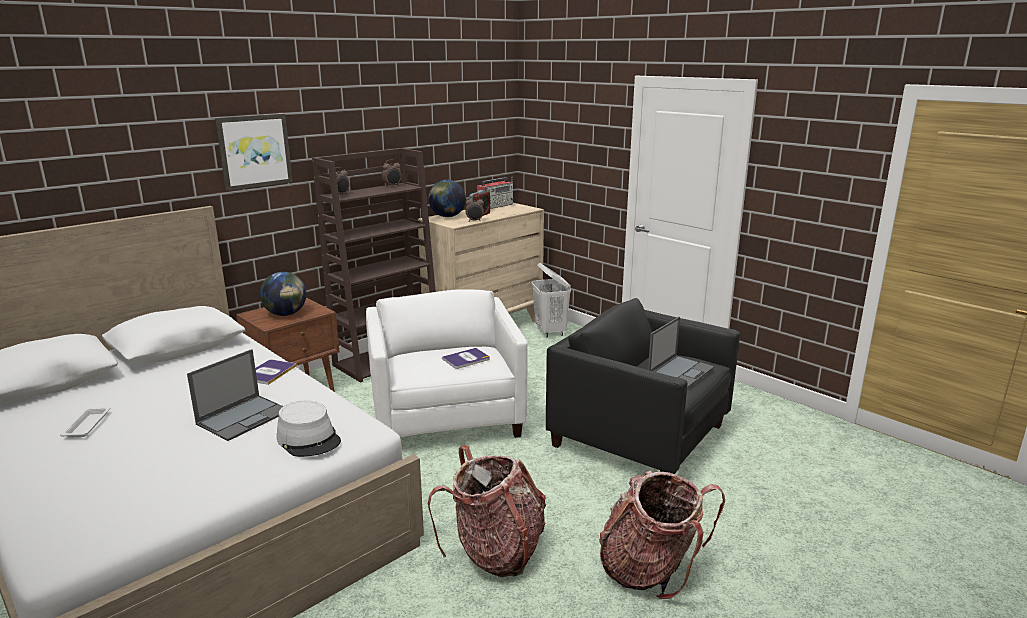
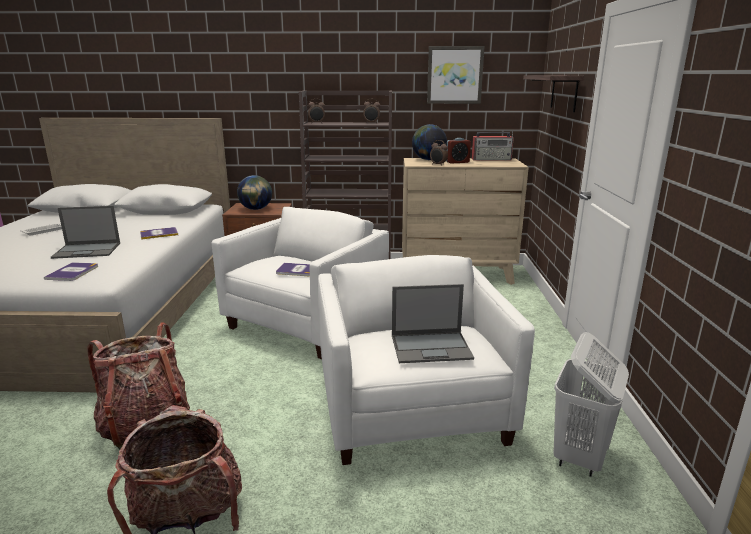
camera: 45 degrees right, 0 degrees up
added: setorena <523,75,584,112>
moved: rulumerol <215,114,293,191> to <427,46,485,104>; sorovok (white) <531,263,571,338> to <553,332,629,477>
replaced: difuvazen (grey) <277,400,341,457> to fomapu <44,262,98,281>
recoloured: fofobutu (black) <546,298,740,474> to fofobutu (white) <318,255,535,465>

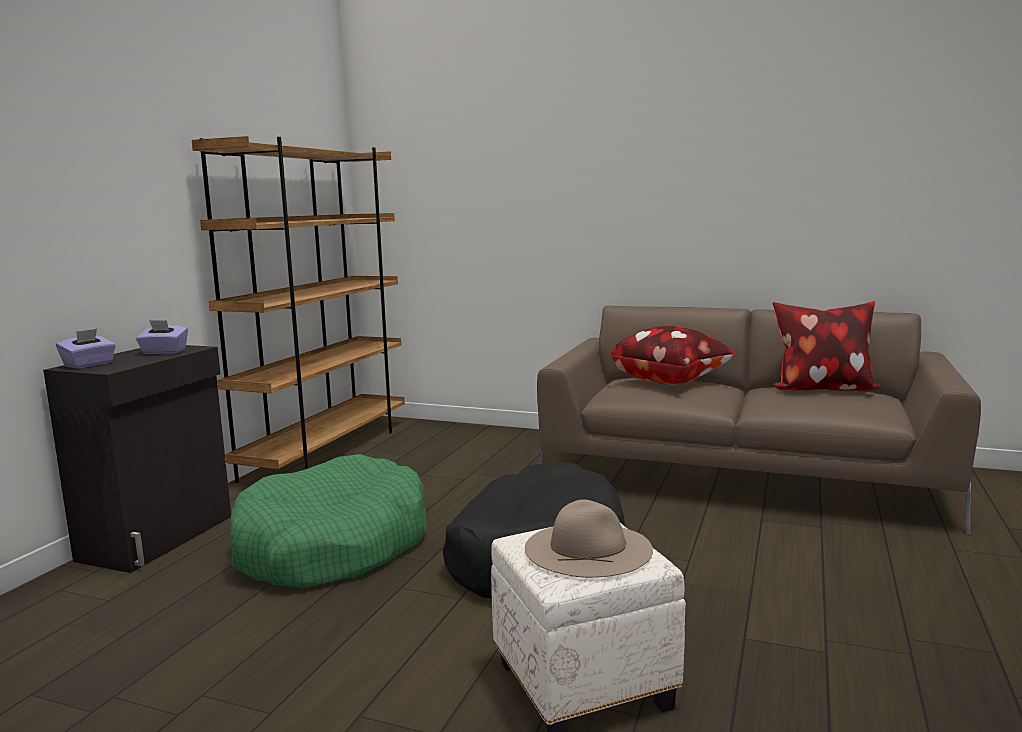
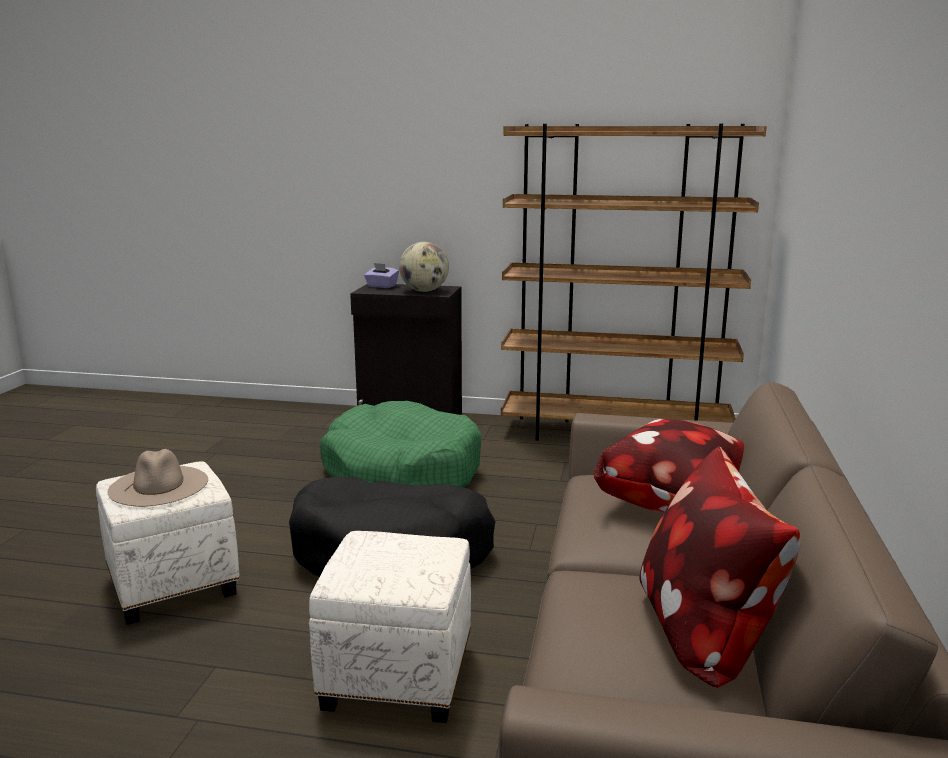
camera: 80 degrees right, 5 degrees up
added: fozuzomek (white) <309,531,471,723>
replaced: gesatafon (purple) <136,320,188,354> to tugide <399,242,449,292>

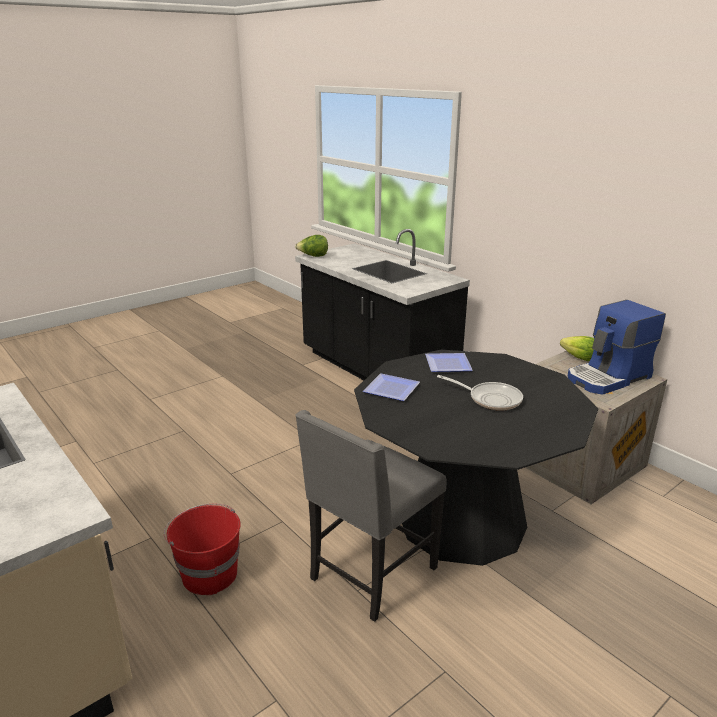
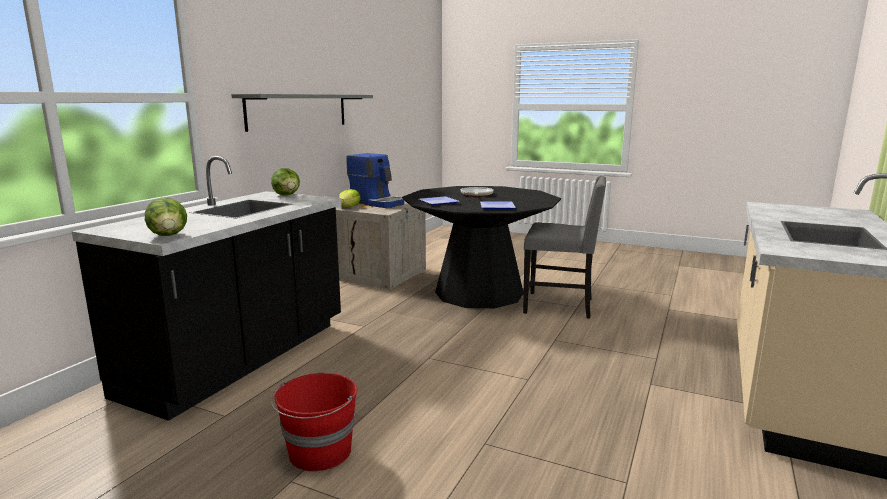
camera: 115 degrees left, 10 degrees down
added: setorena (grey) <231,94,373,132>; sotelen <271,168,300,196>
moved: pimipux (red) <164,504,241,595> to <271,373,357,471>

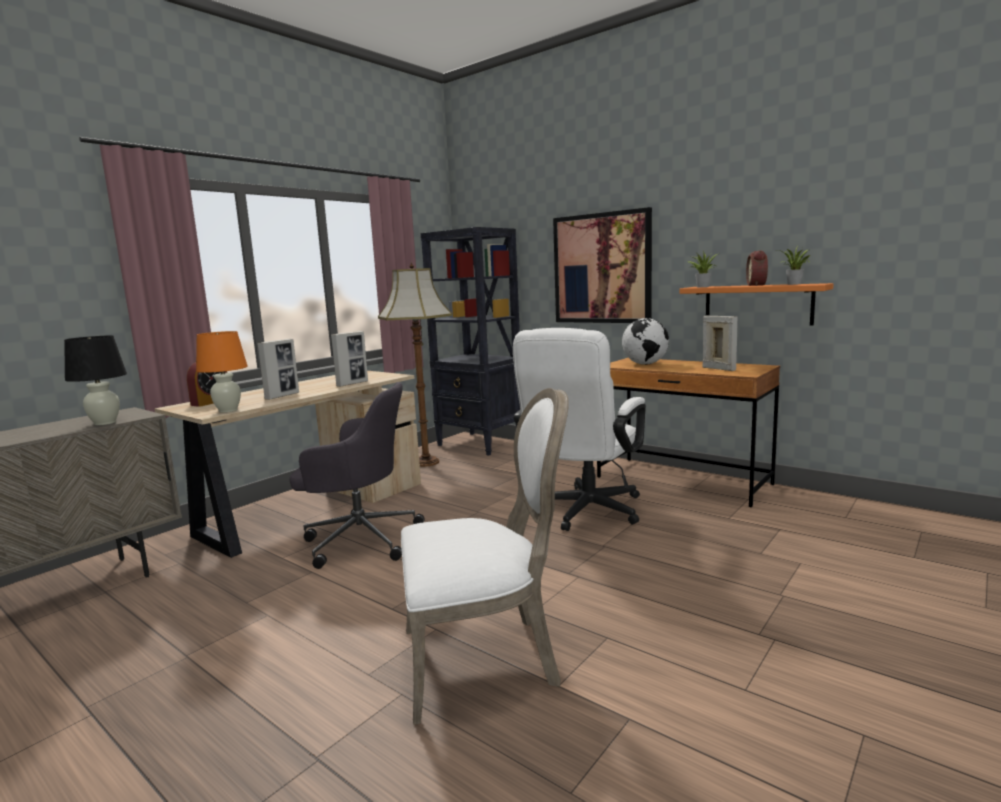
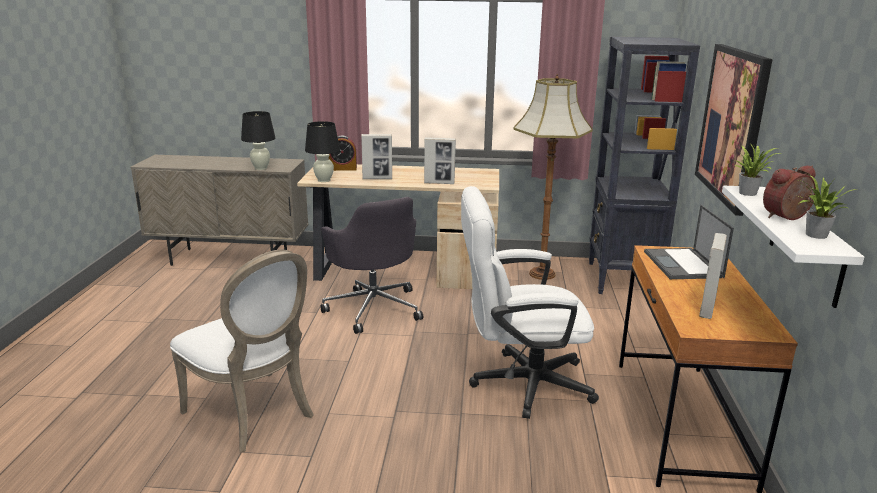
camera: 55 degrees right, 10 degrees up
replaced: tugide <622,318,669,365> to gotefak <644,205,734,279>
recoloured: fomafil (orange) <196,331,248,413> to fomafil (black) <305,121,340,182>; setorena (orange) <679,283,834,326> to setorena (white) <722,186,864,308>

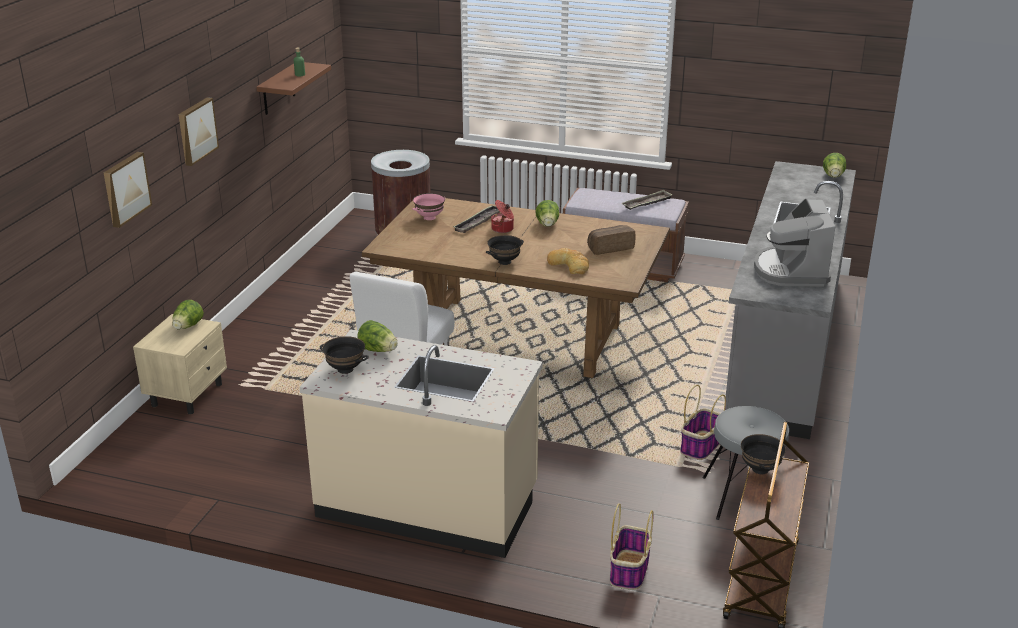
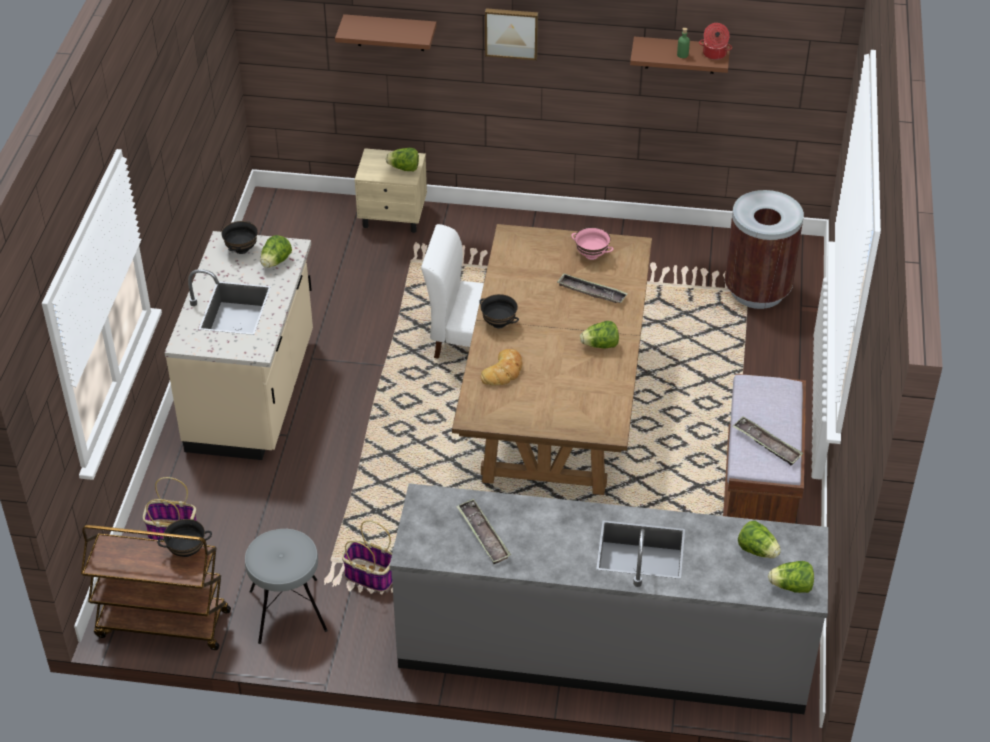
camera: 80 degrees right, 15 degrees up
removed: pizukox <587,225,635,255>
added: sotelen <738,521,781,558>
moved: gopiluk <491,200,514,233> to <699,23,732,60>
replaced: rulumerol <103,152,152,228> to setorena (brown) <335,14,437,51>; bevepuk <754,198,835,287> to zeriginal <456,499,511,564>

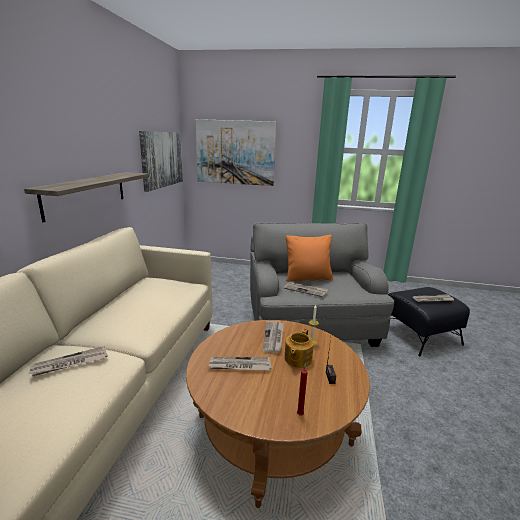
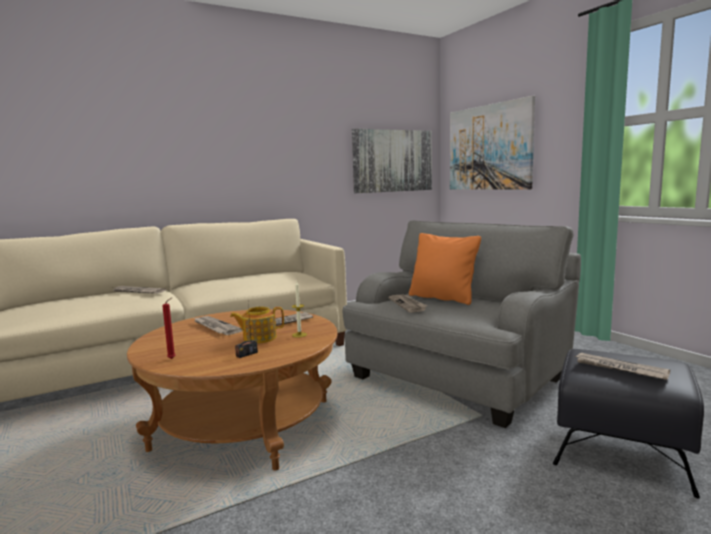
camera: 50 degrees right, 10 degrees down
removed: setorena <24,172,149,222>

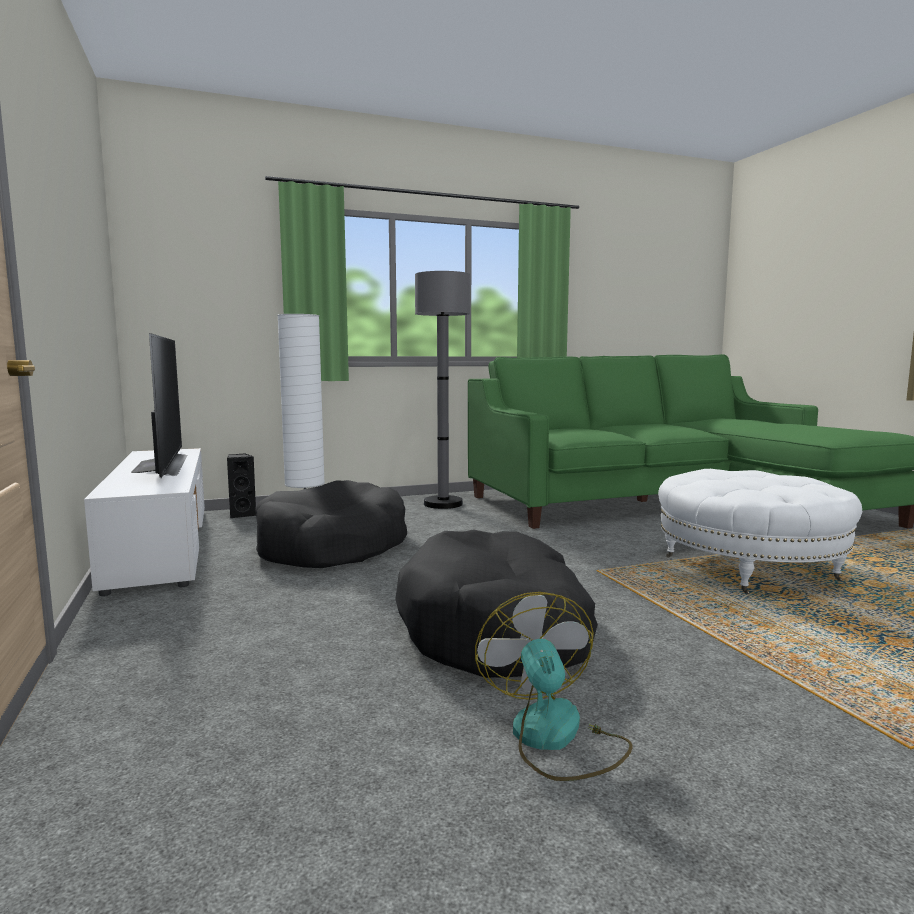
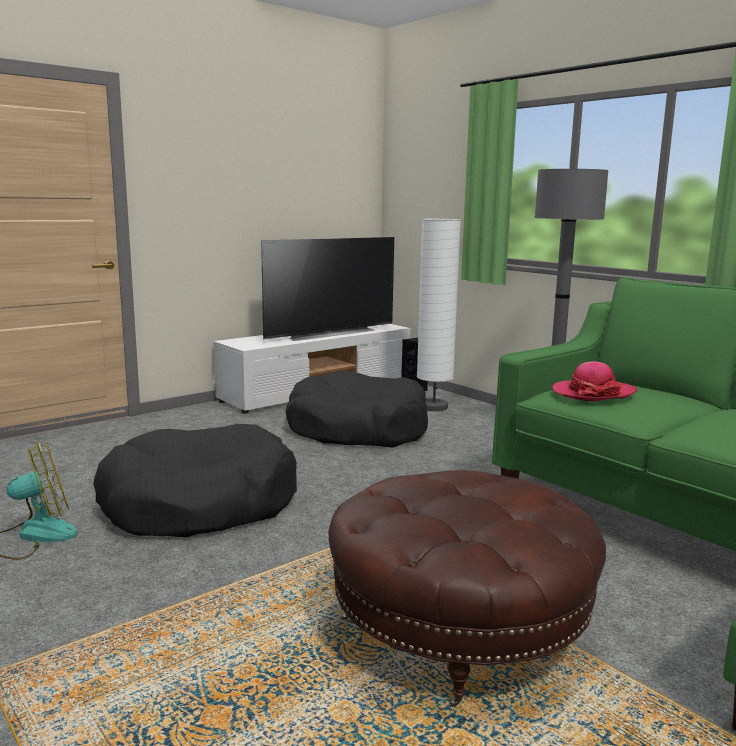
camera: 70 degrees right, 5 degrees up
added: difuvazen <552,361,637,401>
recoloured: fozuzomek (white) <658,469,862,594> to fozuzomek (brown) <328,470,606,708>

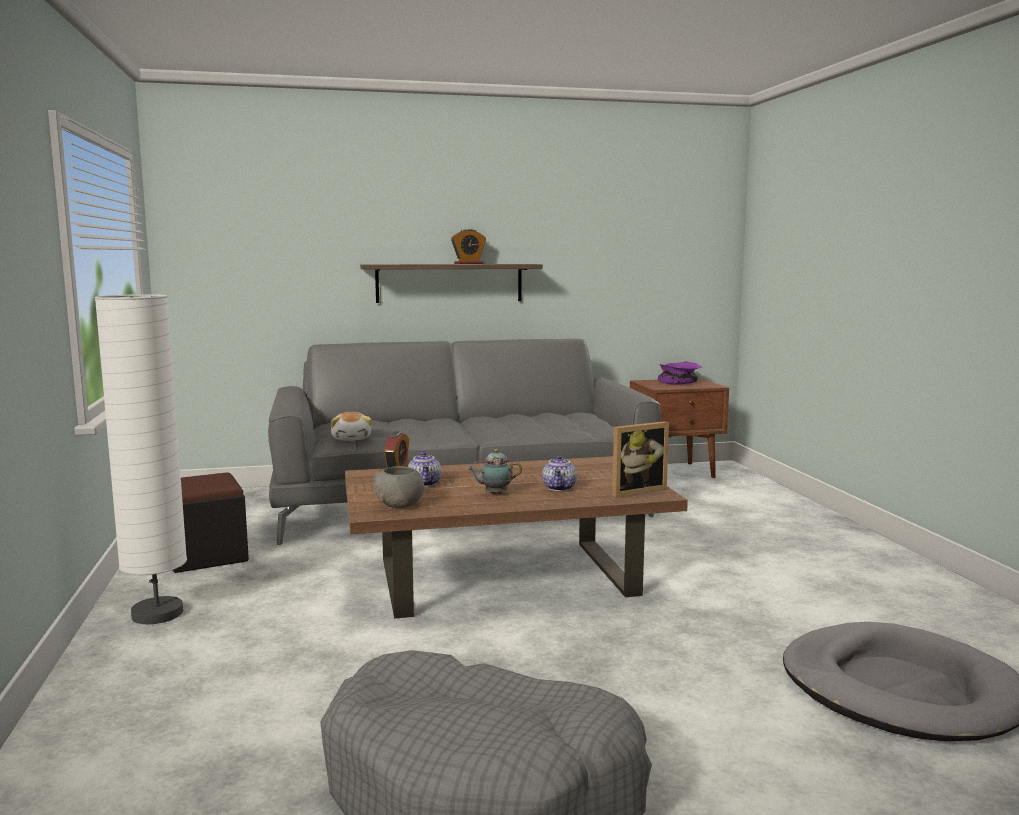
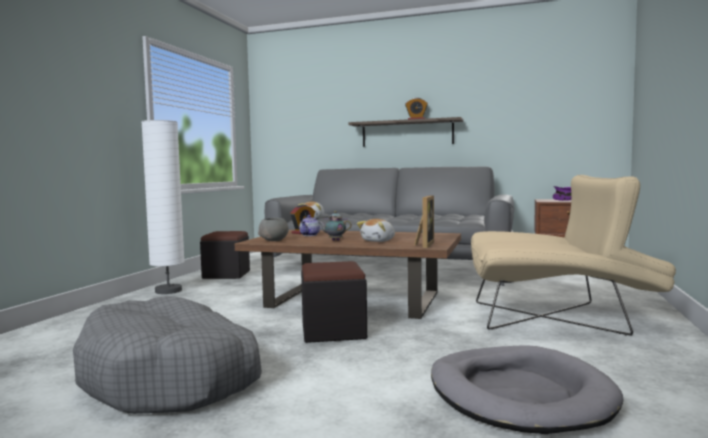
camera: 30 degrees right, 5 degrees down
added: fozuzomek (black) <301,261,367,343>; fofobutu (beige) <471,175,676,336>
replaced: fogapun <542,455,577,491> to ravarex <357,219,395,242>
turned: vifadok <612,421,669,497> = <414,195,434,248> 75 degrees counterclockwise

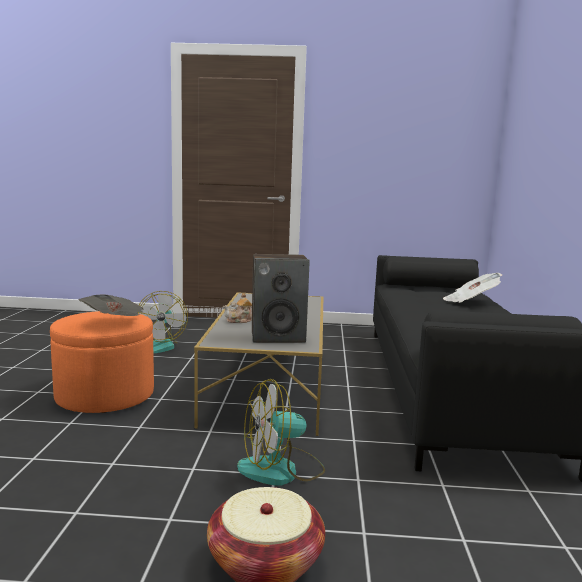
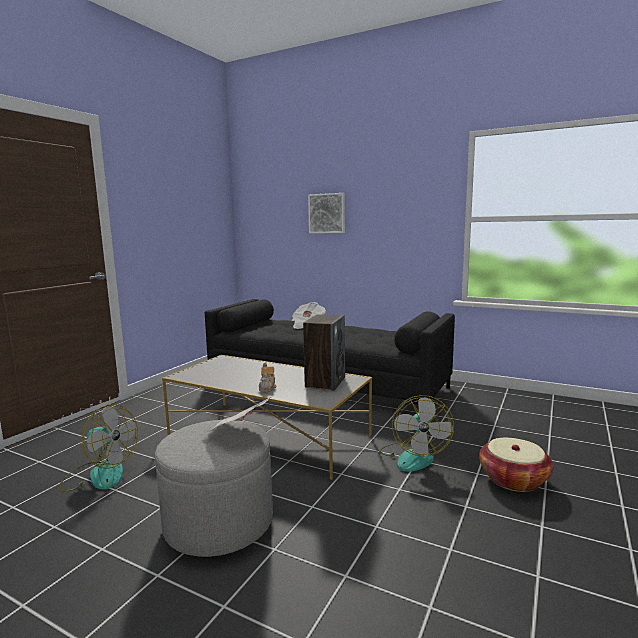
camera: 65 degrees left, 0 degrees up
added: rulumerol <308,193,345,233>
recoloured: fozuzomek (orange) <50,311,154,413> to fozuzomek (grey) <155,420,273,557>

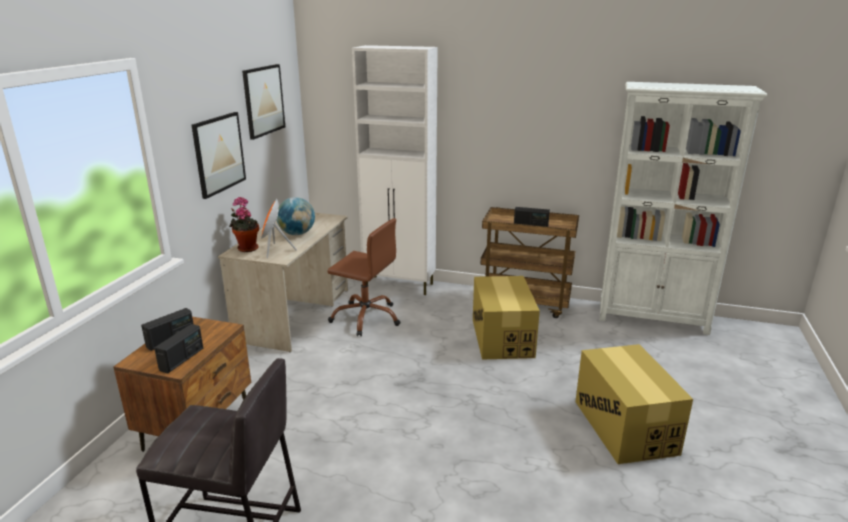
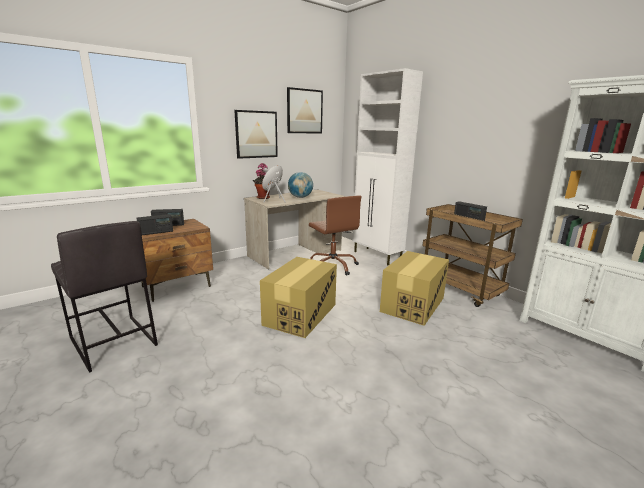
camera: 35 degrees right, 5 degrees down
moved: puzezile <575,344,693,464> to <260,257,337,338>

